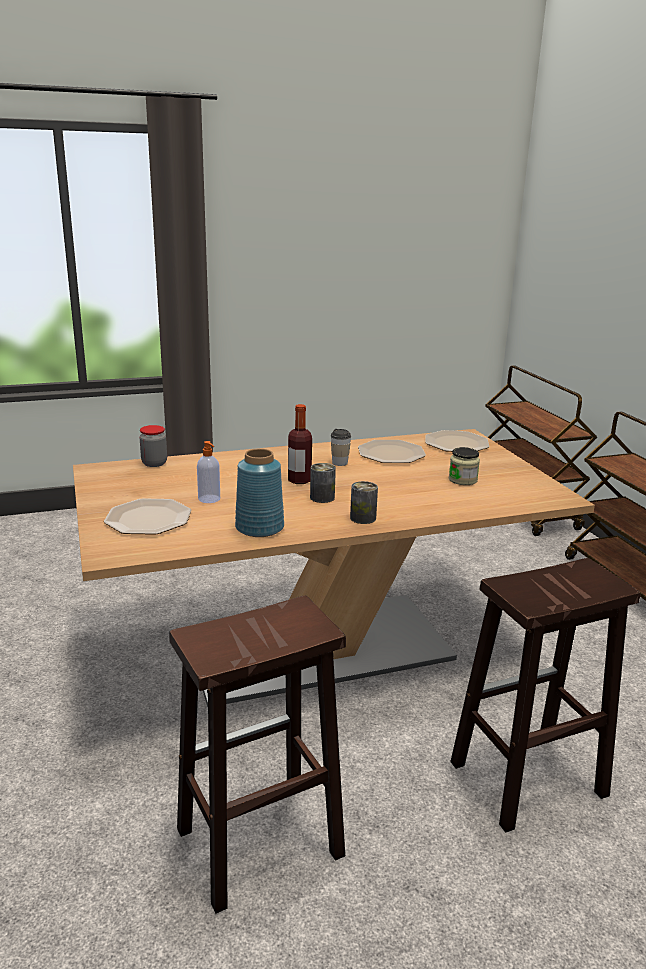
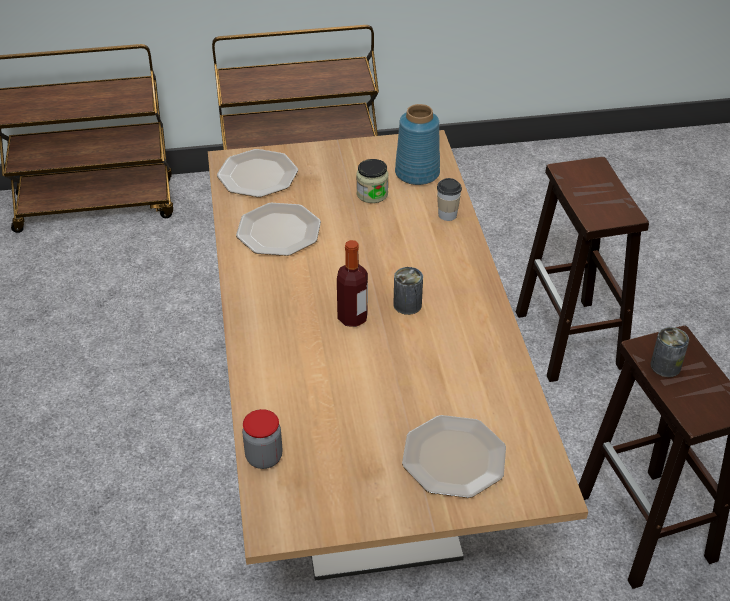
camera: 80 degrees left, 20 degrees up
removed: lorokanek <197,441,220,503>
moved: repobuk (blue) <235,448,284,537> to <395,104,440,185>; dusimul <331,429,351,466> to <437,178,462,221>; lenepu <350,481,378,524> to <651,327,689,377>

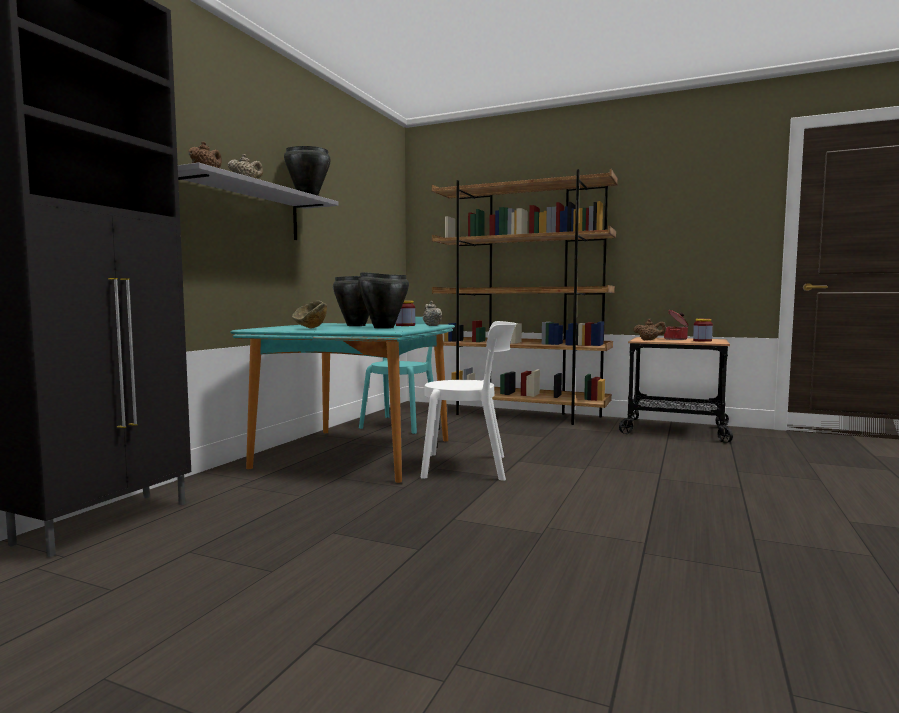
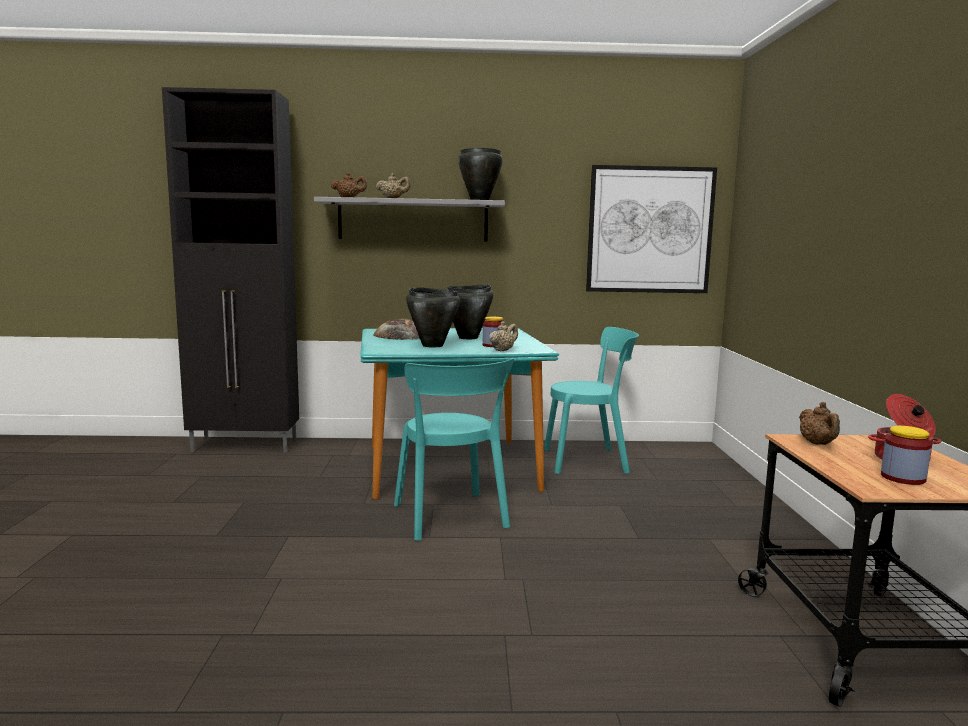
camera: 65 degrees right, 5 degrees up
removed: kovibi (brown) <432,169,618,425>
added: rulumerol <586,165,717,293>
replaced: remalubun <292,301,327,328> to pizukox <373,319,420,340>
recoloured: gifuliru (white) <420,321,516,481> to gifuliru (turquoise) <394,358,514,541>

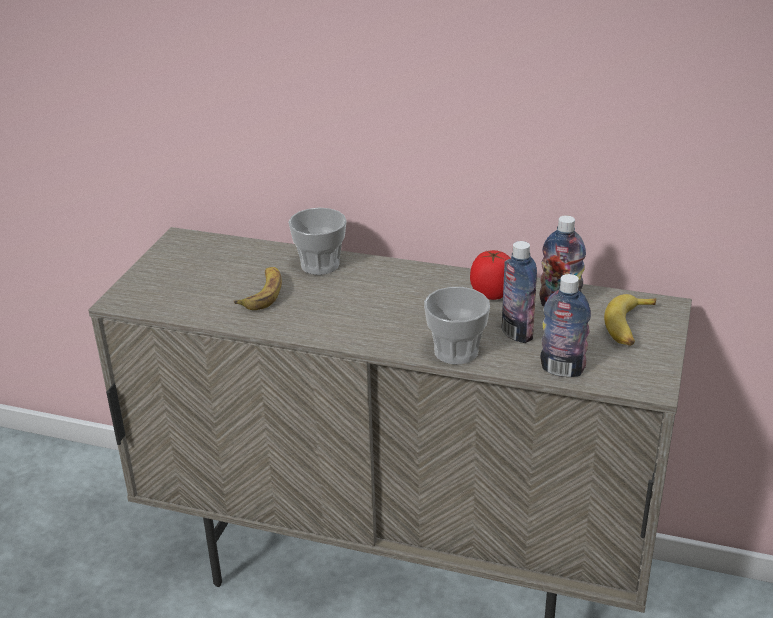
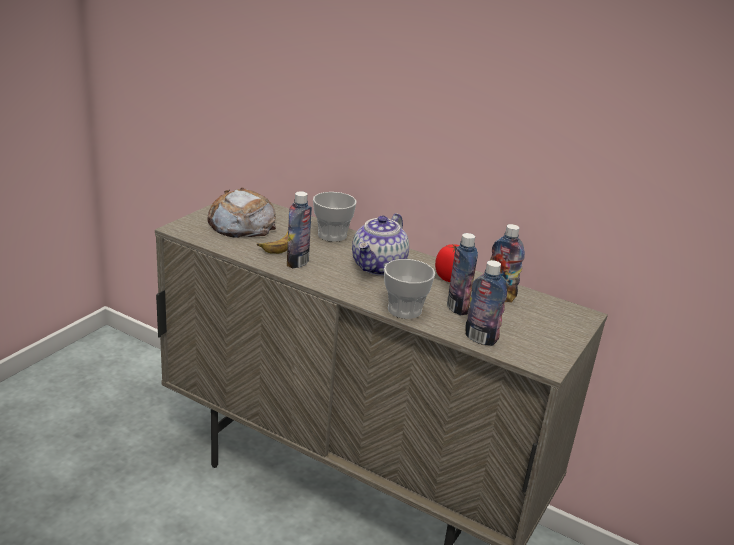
camera: 10 degrees right, 5 degrees down
removed: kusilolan <604,294,656,346>
added: pizukox <208,188,276,238>; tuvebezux <287,191,312,268>; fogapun <352,213,409,276>

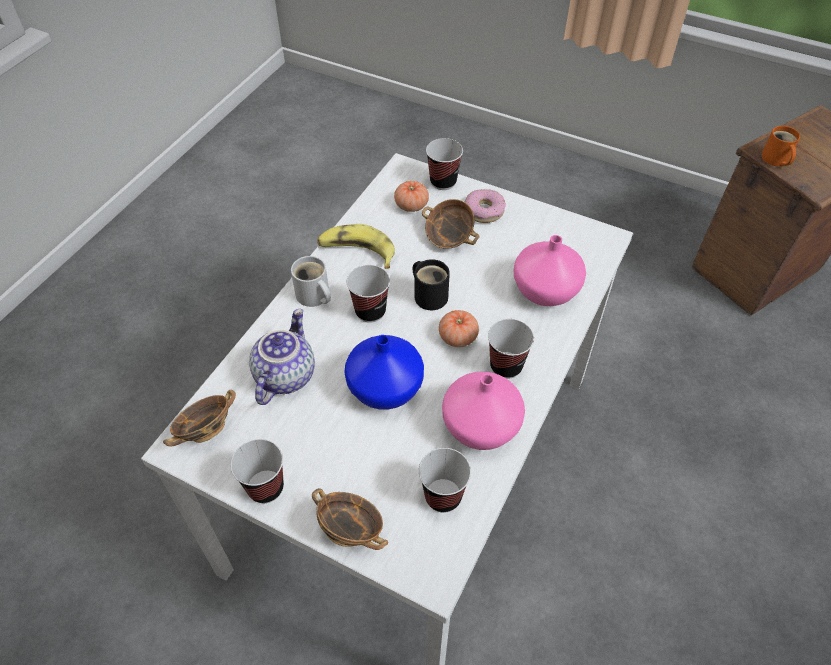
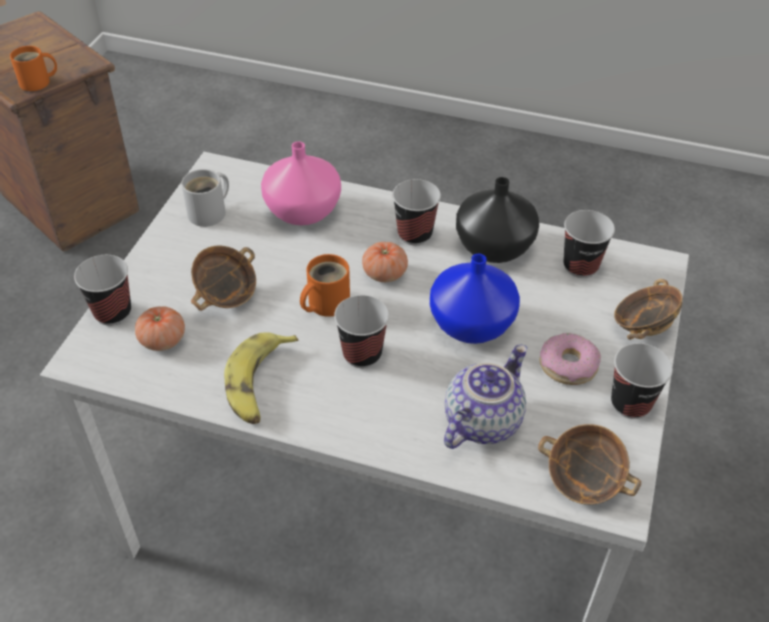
camera: 100 degrees left, 5 degrees down
moved: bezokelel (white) <291,256,331,307> to <181,169,229,227>; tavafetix <465,189,506,223> to <540,333,601,385>
recoloured: bezokelel (black) <413,259,450,310> to bezokelel (orange) <300,254,350,317>; repobuk (pink) <442,372,525,450> to repobuk (black) <456,177,539,263>
turned: fogapun <249,309,315,405> = <444,344,527,449> 120 degrees clockwise

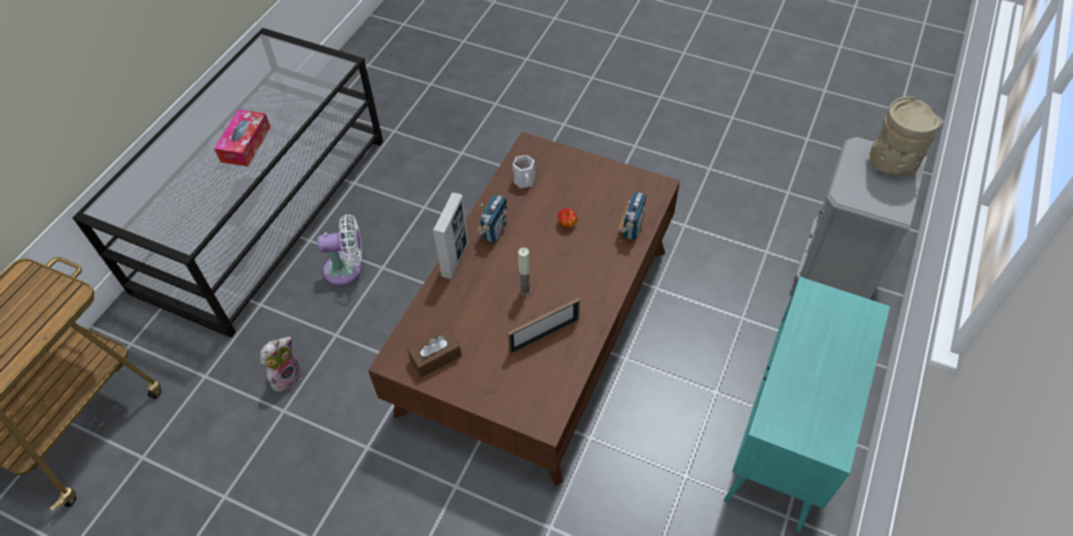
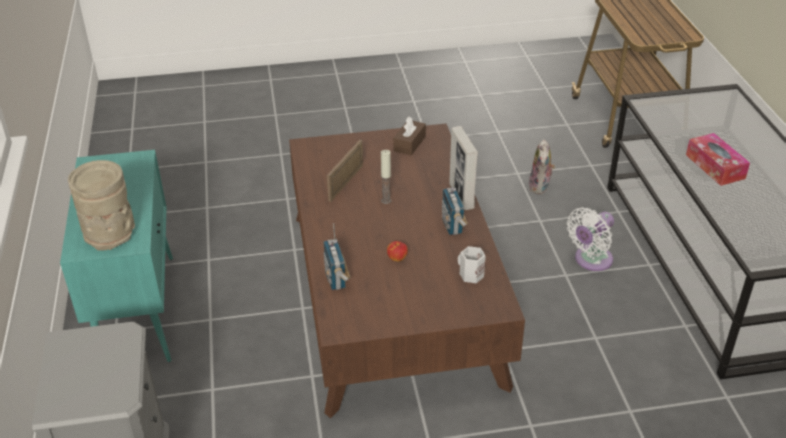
camera: 145 degrees right, 15 degrees down
moved: repobuk (beige) <869,96,943,176> to <68,160,135,250>

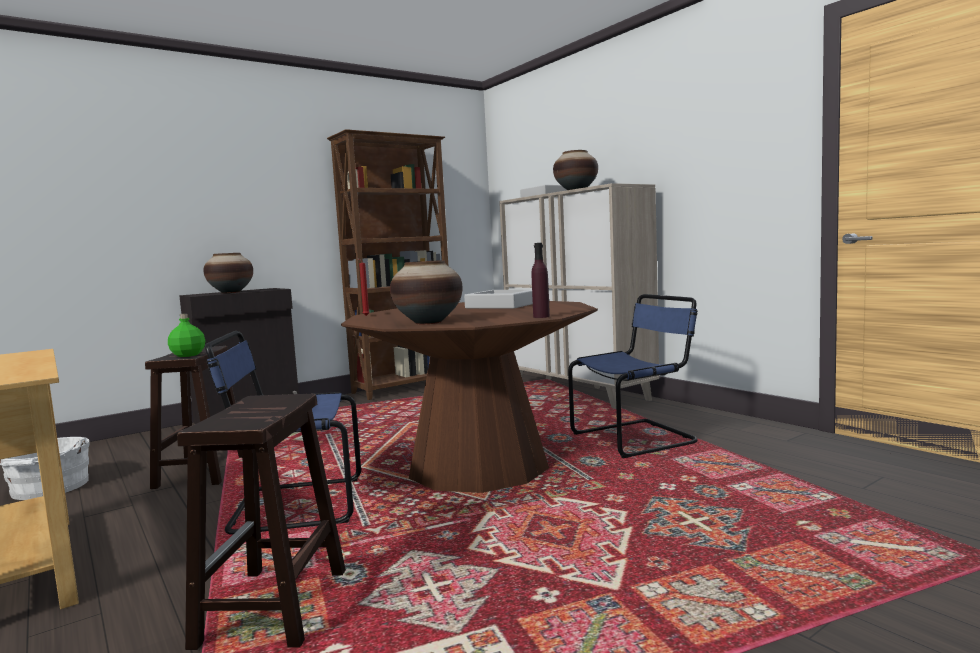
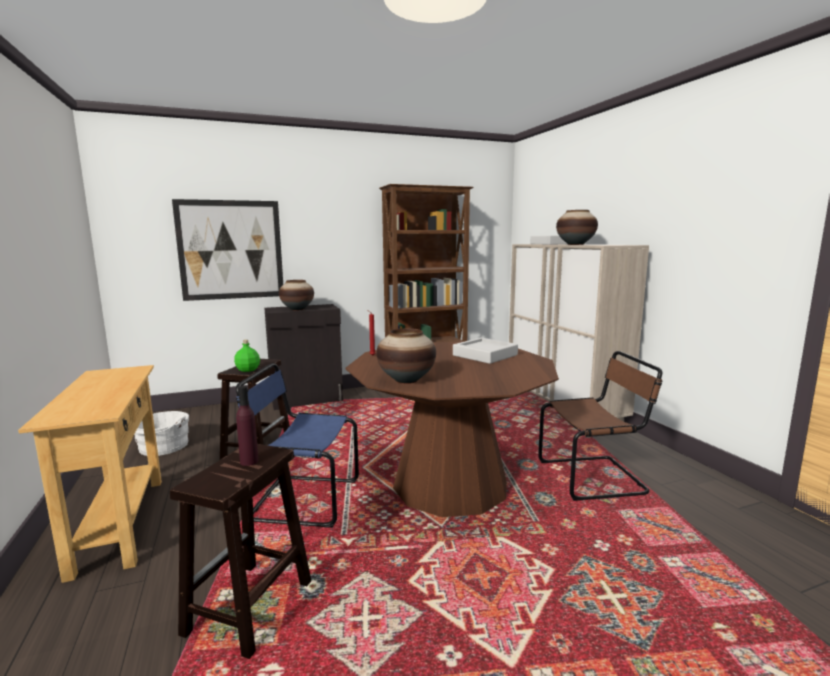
camera: 15 degrees right, 5 degrees up
added: rulumerol <172,199,283,301>
moved: tuvebezux (purple) <532,243,550,318> to <236,386,258,466>
recoloured: gifuliru (blue) <568,294,697,458> to gifuliru (brown) <538,351,662,501>

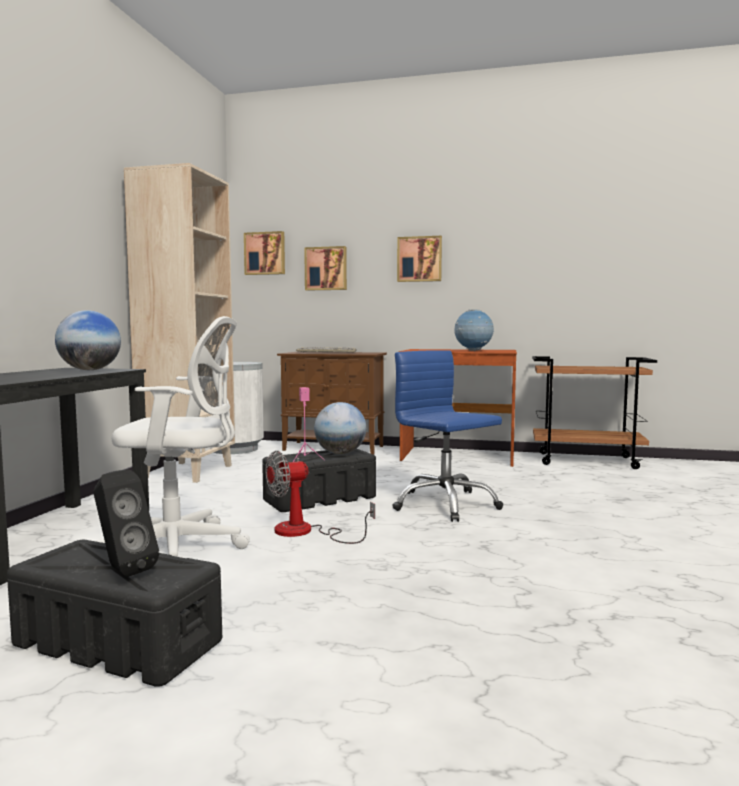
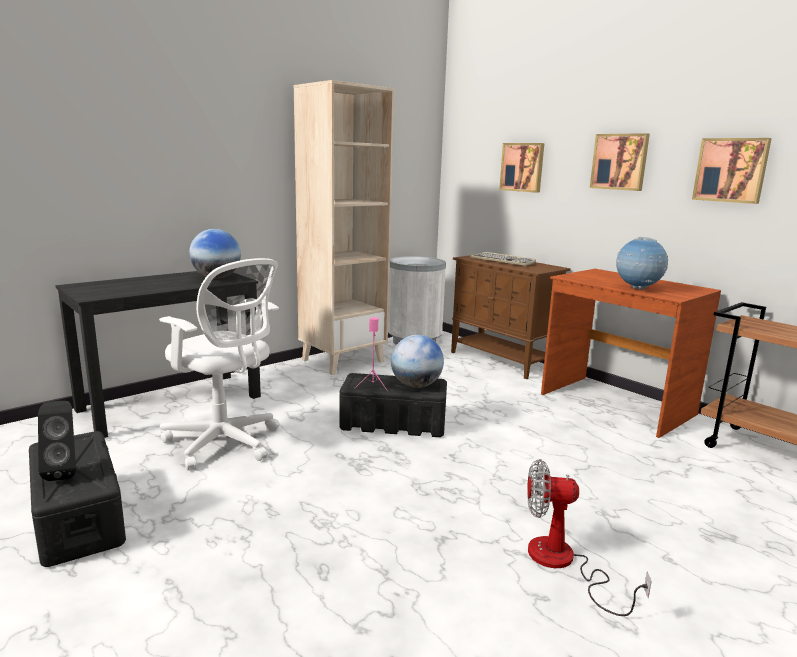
camera: 35 degrees right, 10 degrees up
removed: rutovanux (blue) <392,350,503,522>
moved: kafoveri <266,450,375,544> to <527,459,652,616>; rulumerol <244,231,285,275> to <692,138,772,204>

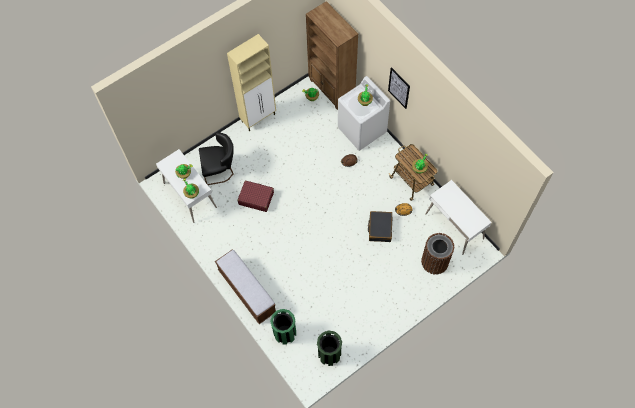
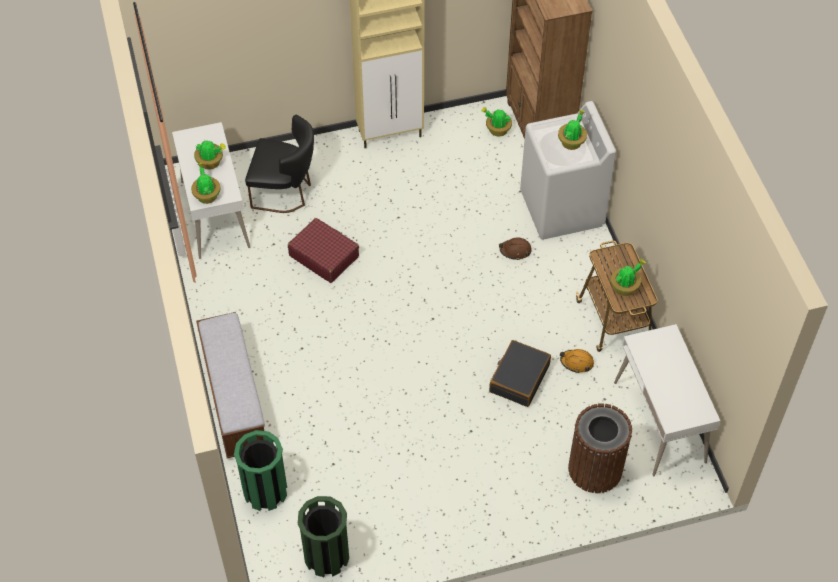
camera: 20 degrees right, 10 degrees down
removed: rulumerol <388,67,410,109>

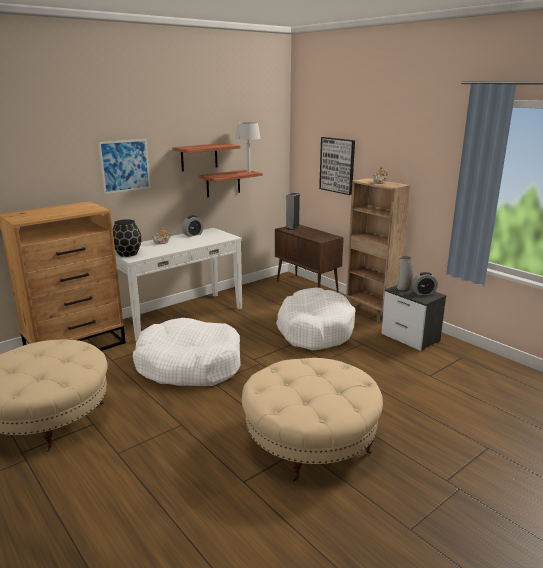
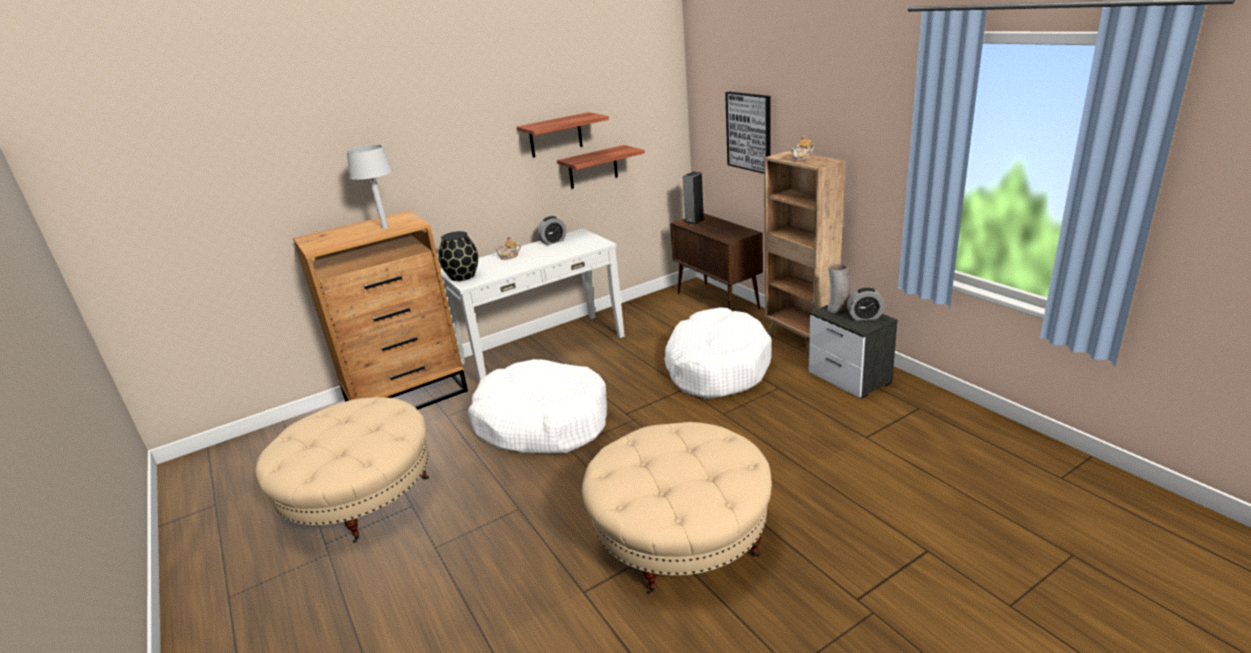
camera: 10 degrees right, 5 degrees up
removed: rulumerol <98,139,150,194>
moved: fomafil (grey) <235,122,261,172> to <347,145,393,229>

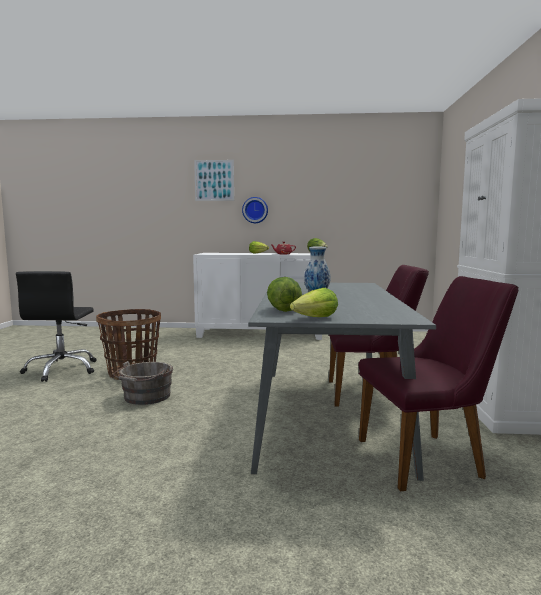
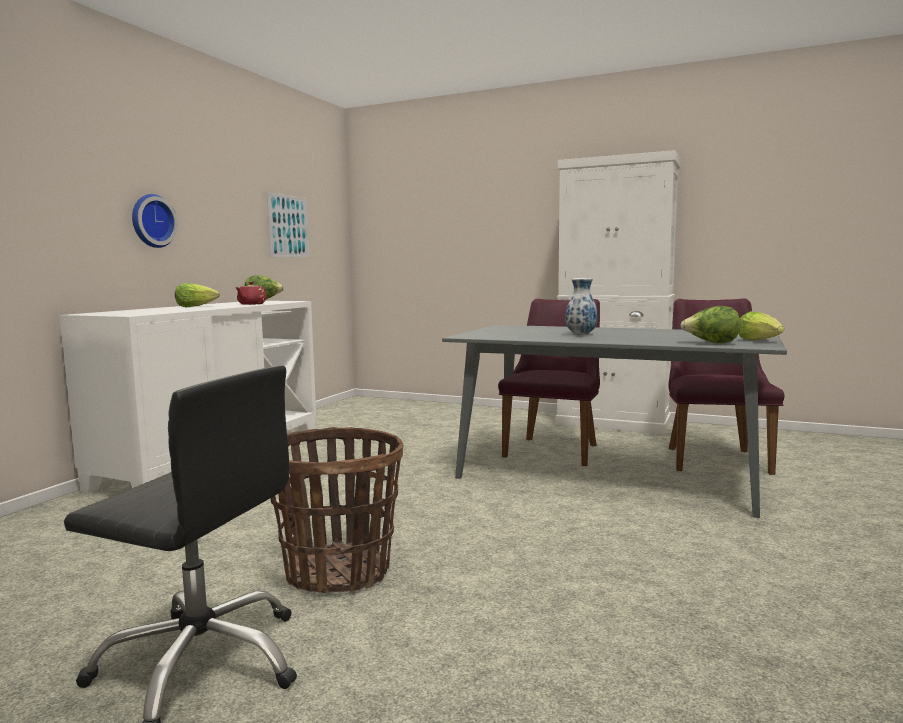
camera: 70 degrees left, 0 degrees up
removed: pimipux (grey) <113,361,173,405>
moved: rulumerol <194,160,234,201> to <266,192,309,258>

